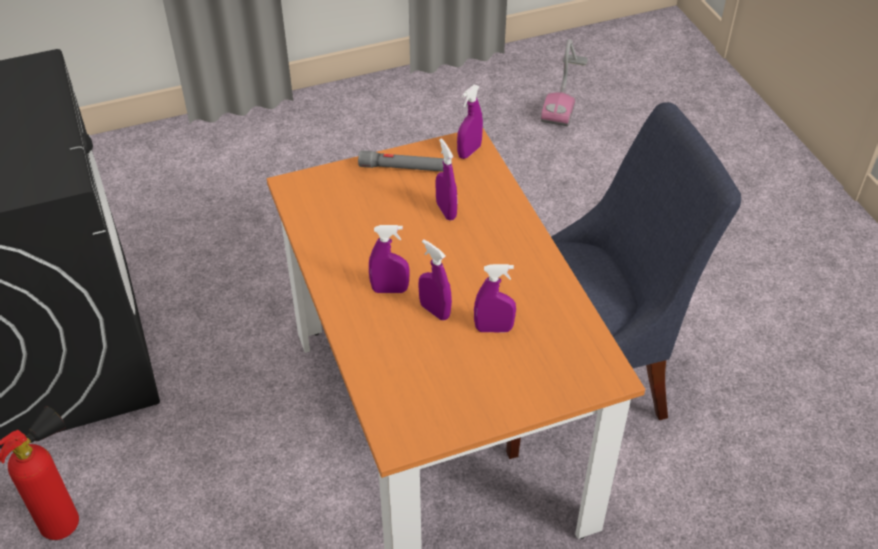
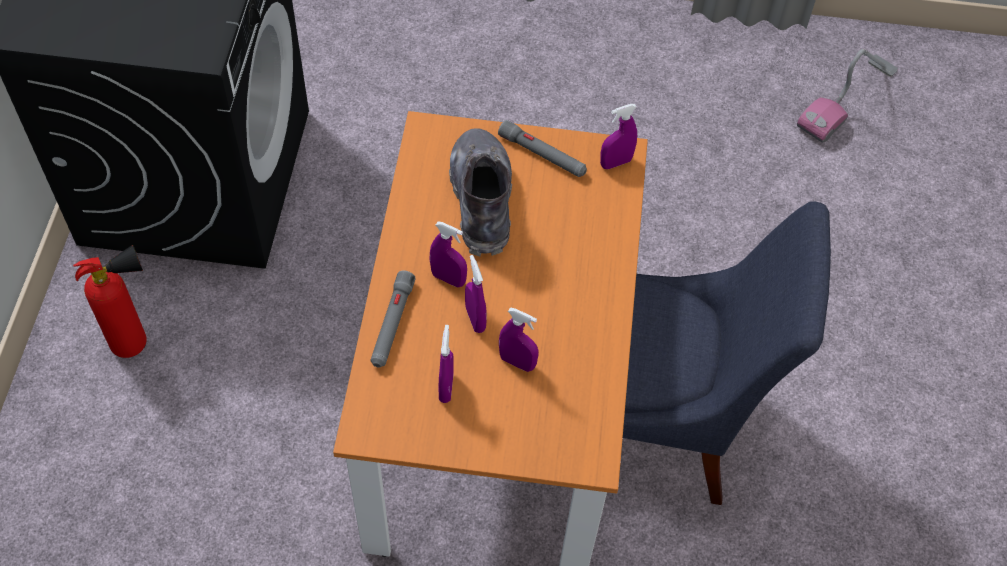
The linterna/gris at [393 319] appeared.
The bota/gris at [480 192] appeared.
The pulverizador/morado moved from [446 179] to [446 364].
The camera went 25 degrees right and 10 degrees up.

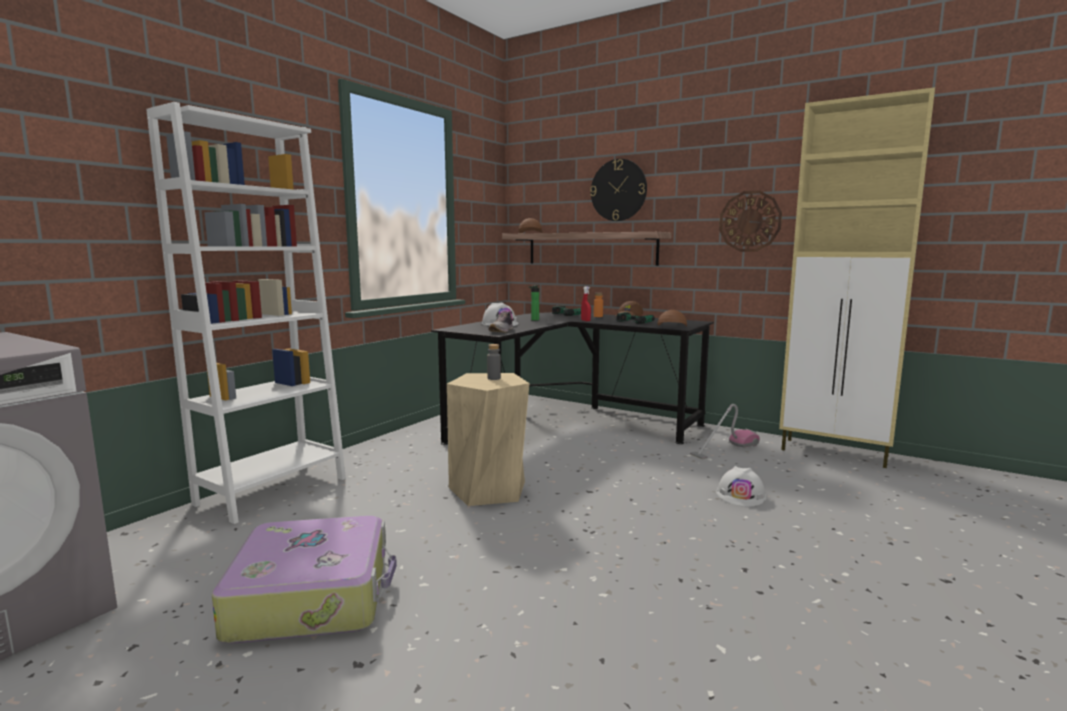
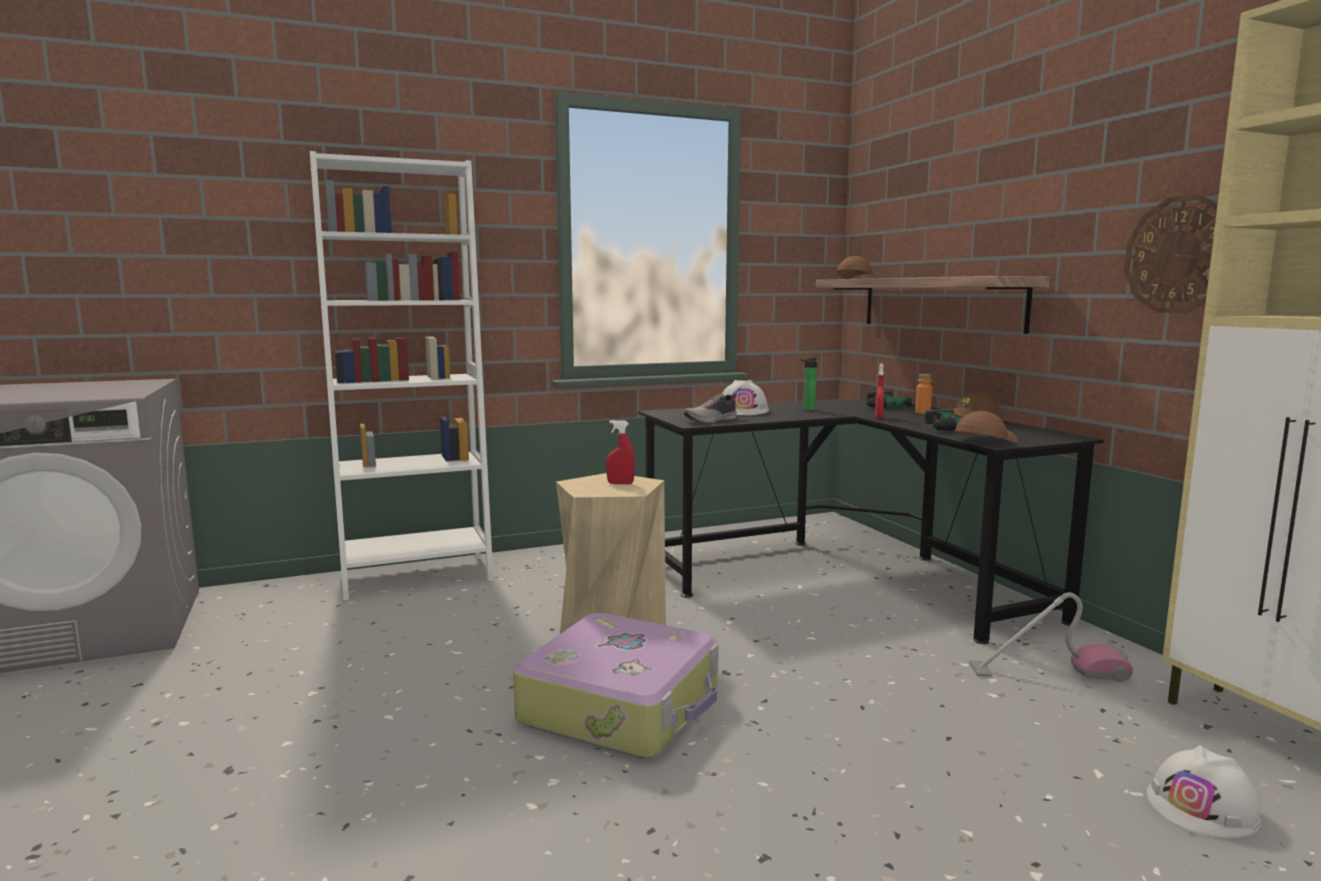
The reloj de pared at [618 190] disappeared.
The maleta moved from [304 580] to [616 685].
The casco/blanco moved from [741 486] to [1203 791].
The botella/gris at [494 362] was replaced by the pulverizador/rojo at [620 452].
The camera went 35 degrees right and 0 degrees up.

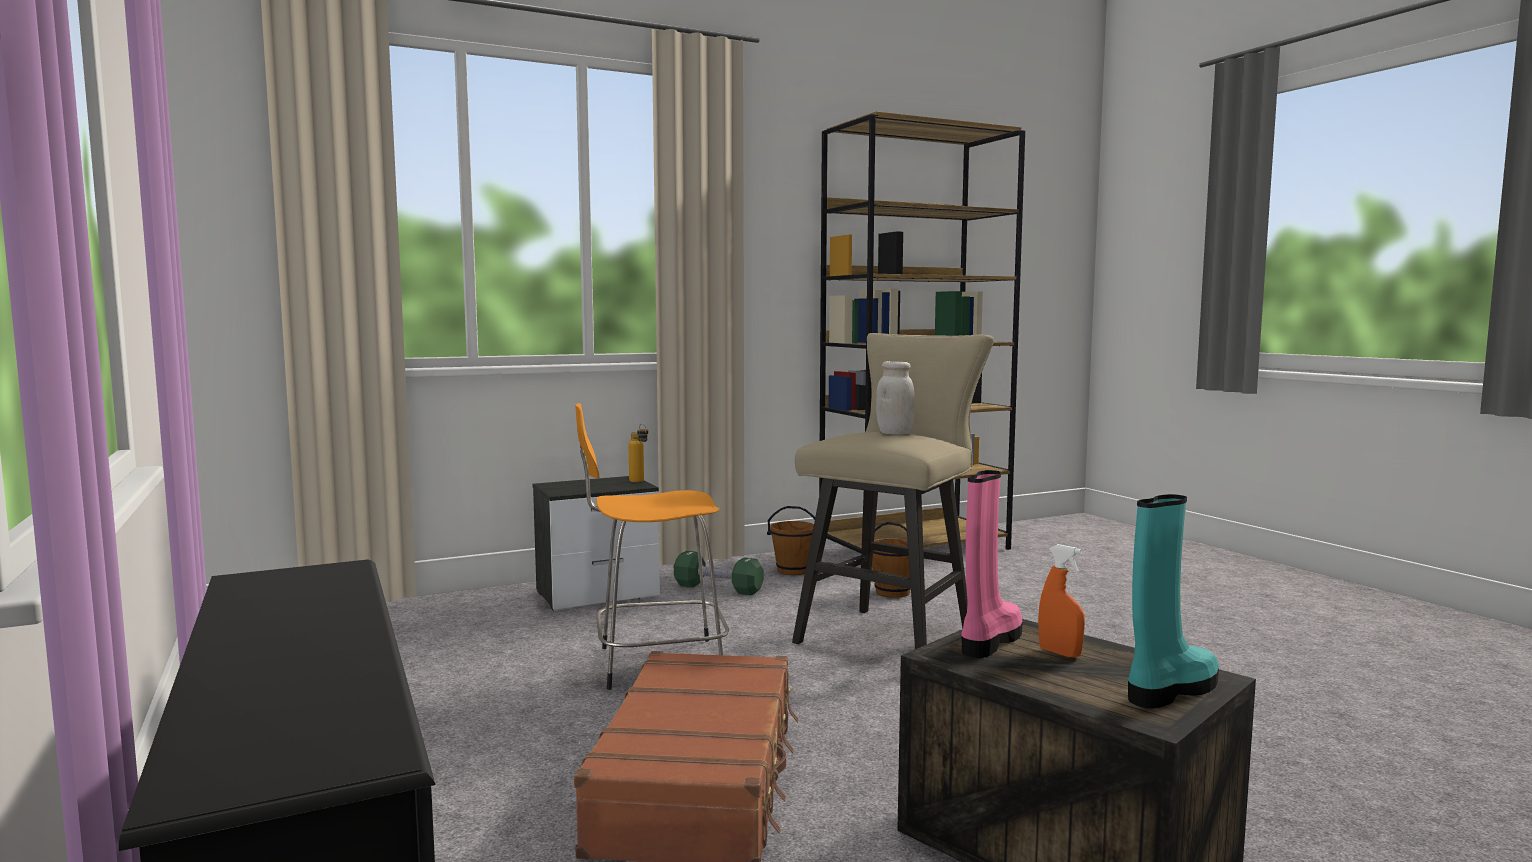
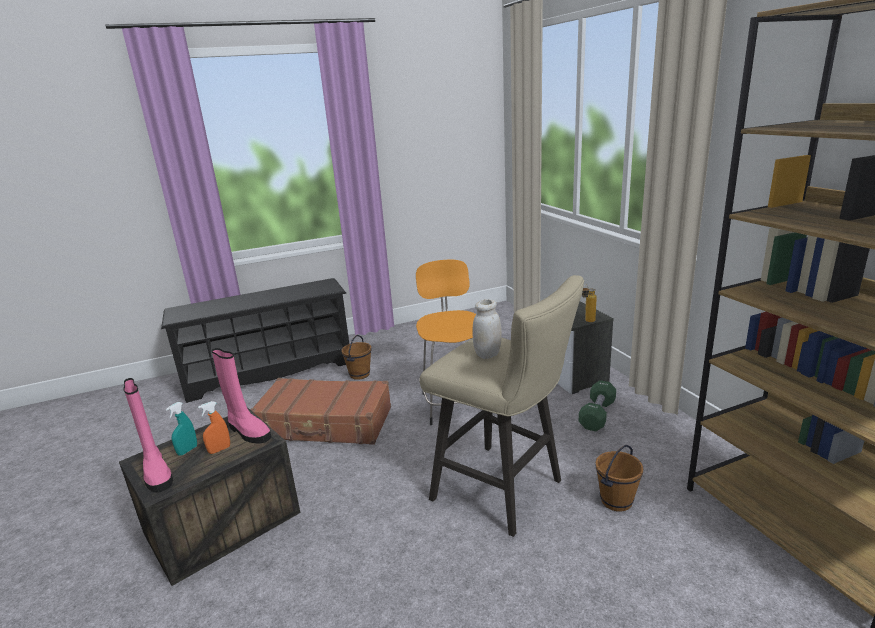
The pulverizador/turquesa at [181 429] appeared.
The cubo/marrón moved from [791 540] to [356 357].
The bota/turquesa at [1173 601] became the bota/rosa at [148 435].
The camera went 95 degrees right and 15 degrees up.

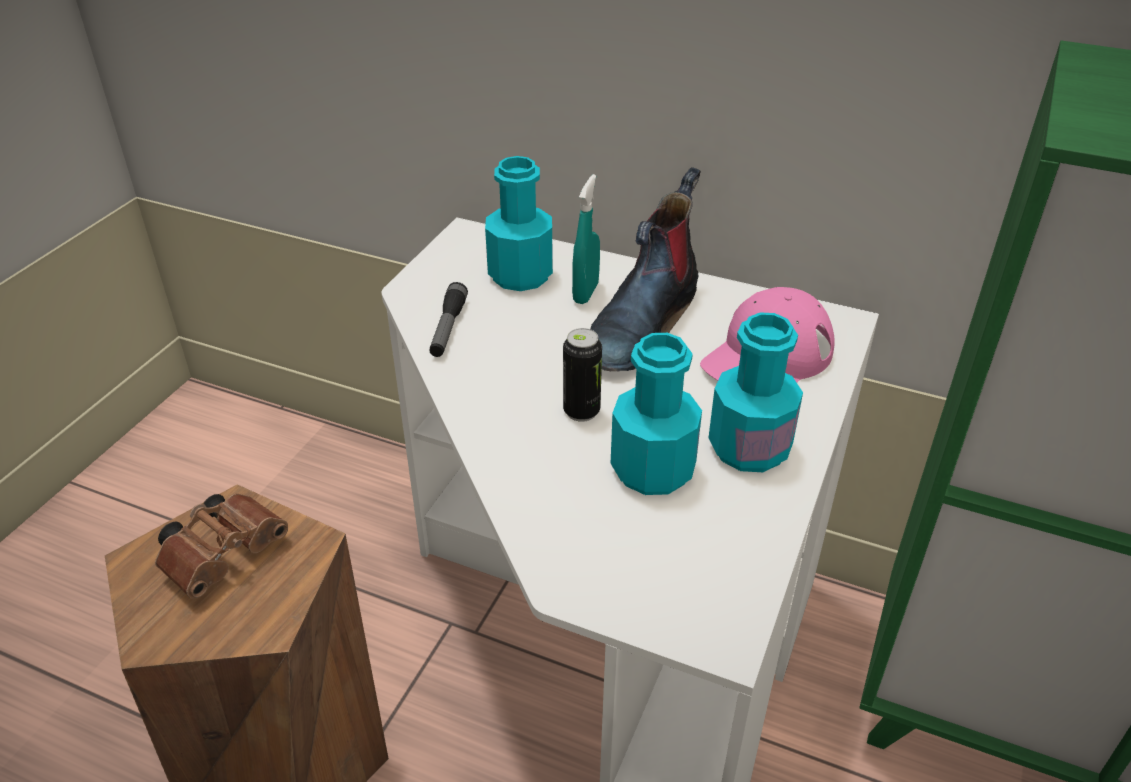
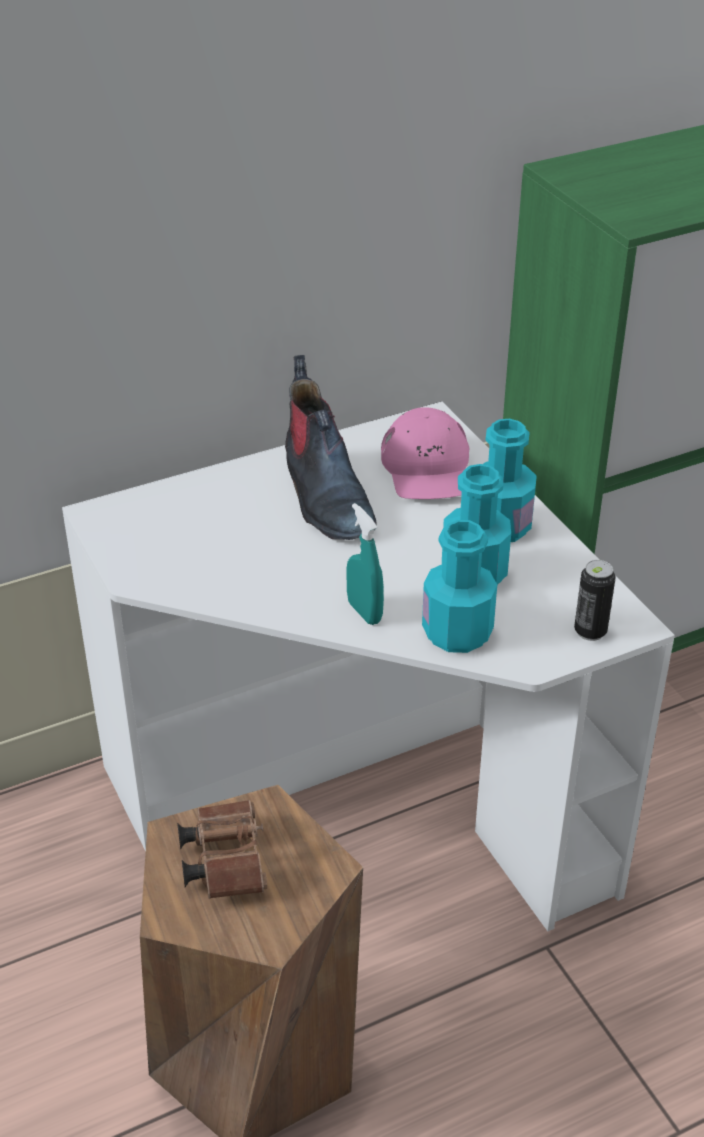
The linterna at [449 319] disappeared.
The botella/turquesa moved from [519 223] to [459 586].
The lata moved from [582 375] to [595 600].
The pulverizador/turquesa moved from [586 239] to [365 564].
The camera went 50 degrees left and 0 degrees up.

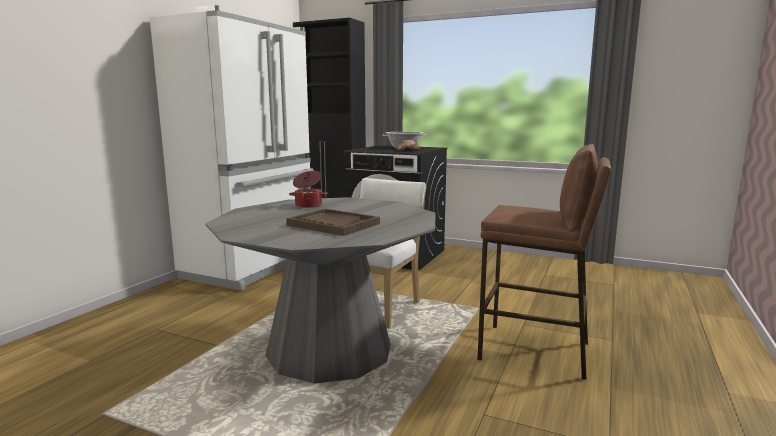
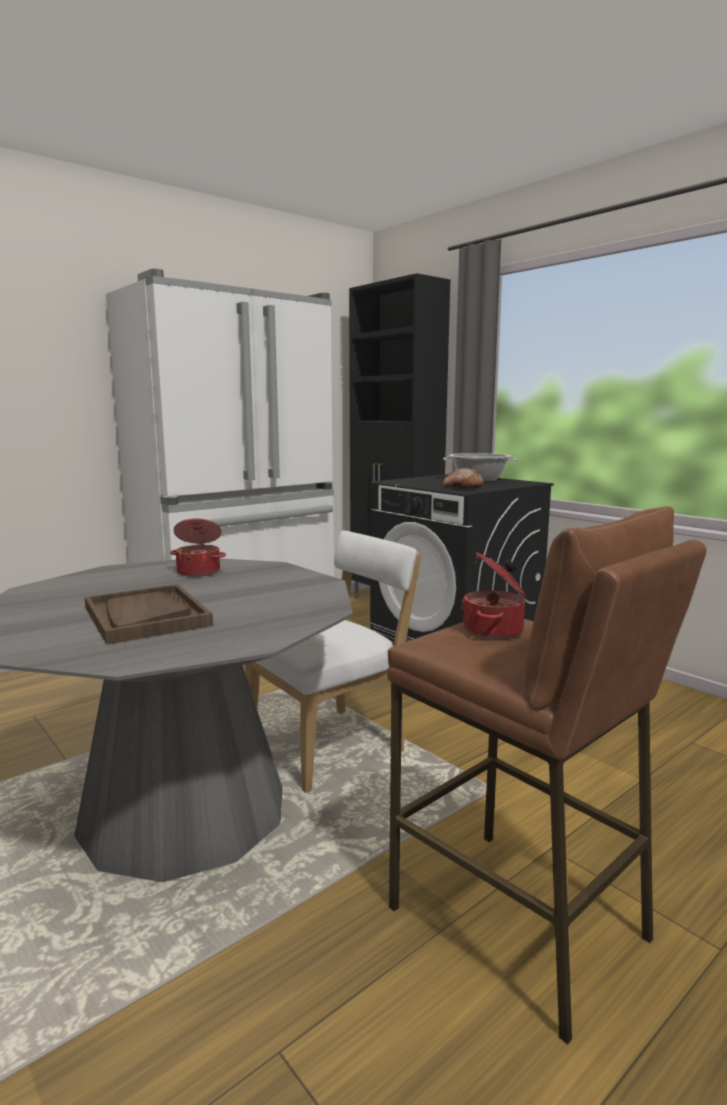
The olla at [493 595] appeared.
The camera went 25 degrees right and 0 degrees up.

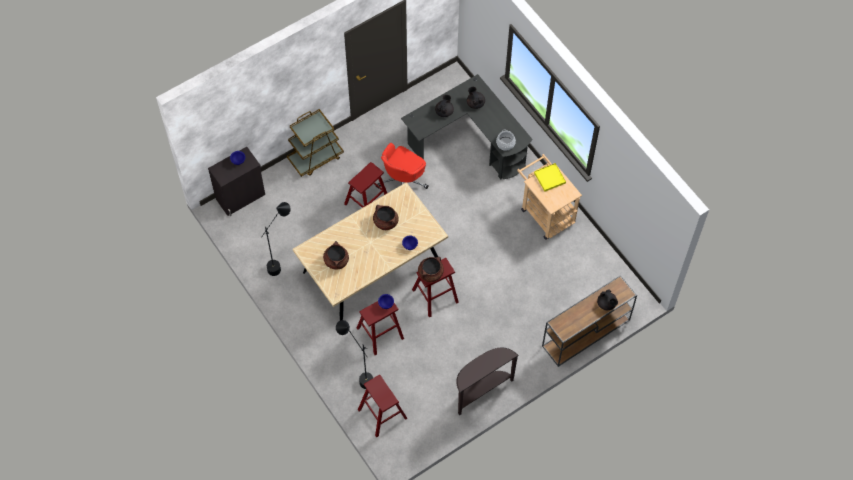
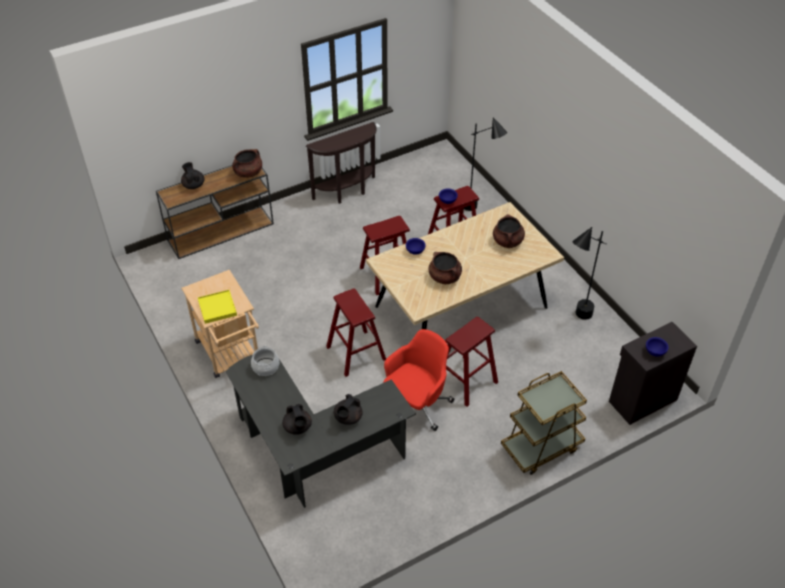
The taburete/rojo moved from [383 406] to [356 333].
The olla/marrón moved from [431 269] to [247 163].
The camera went 175 degrees left and 15 degrees down.

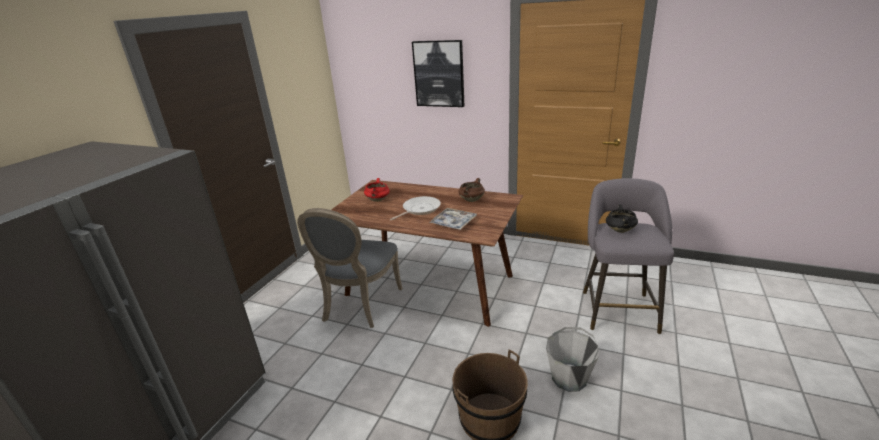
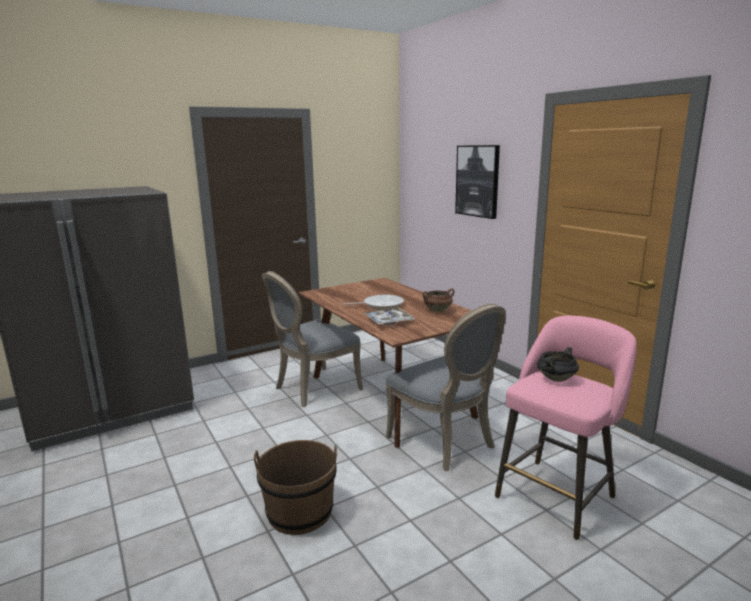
The olla/rojo at [377 190] disappeared.
The cubo/gris at [572 359] disappeared.
The silla/gris at [446 387] appeared.
The taburete/gris at [628 256] became the taburete/rosa at [566 428].
The camera went 35 degrees right and 10 degrees down.

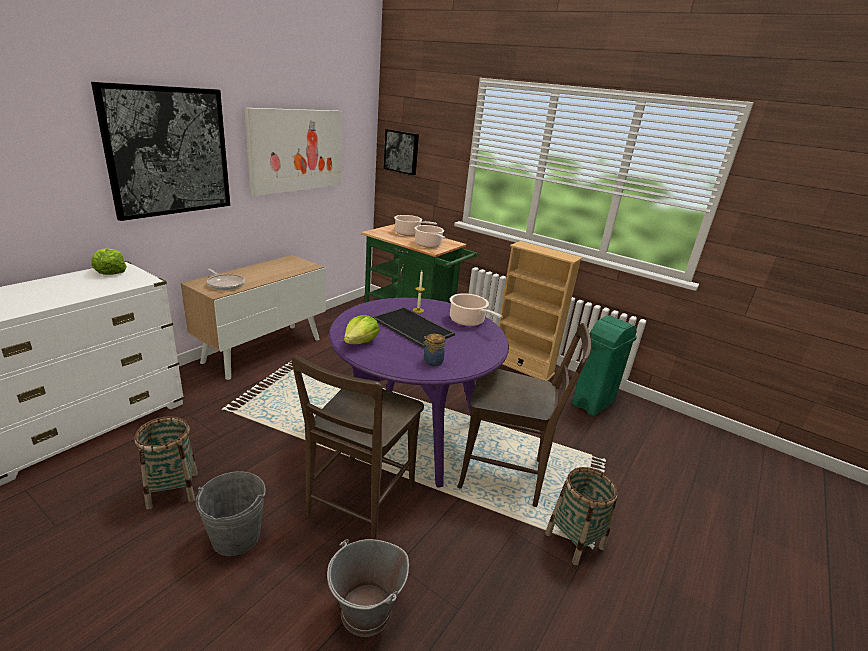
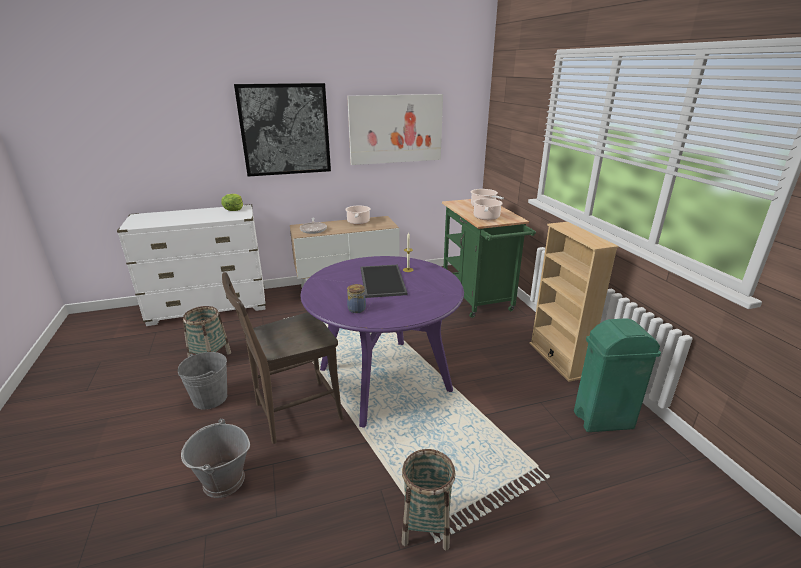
The lechuga at [361 329] disappeared.
The cuadro at [401 152] disappeared.
The silla/marrón at [524 415] disappeared.
The olla moved from [476 309] to [358 215].
The camera went 40 degrees right and 0 degrees up.

